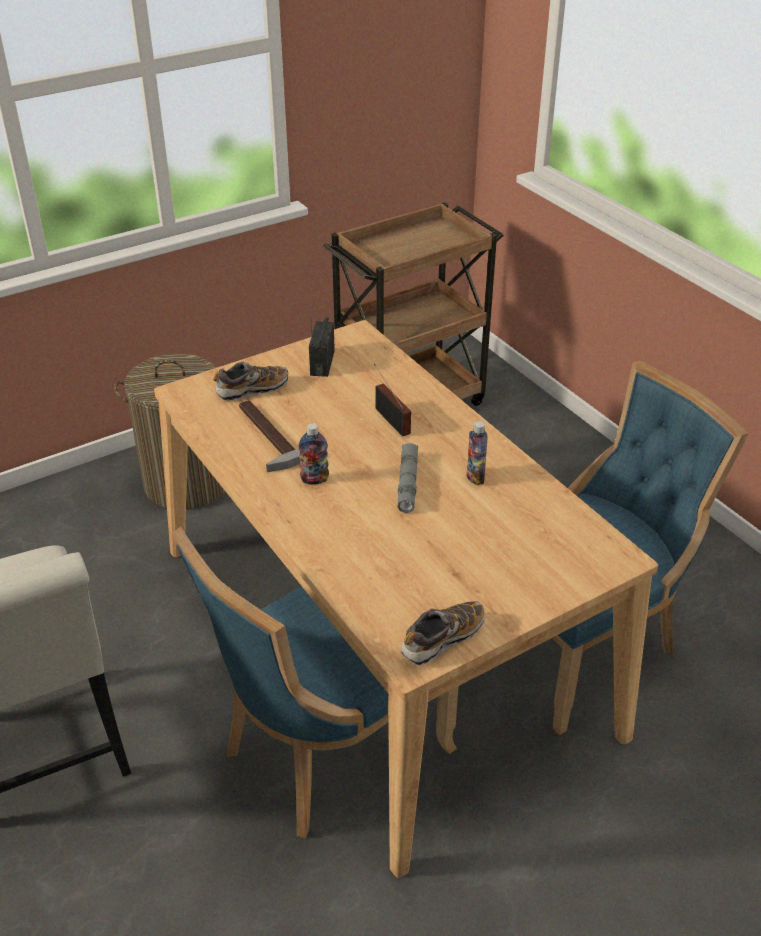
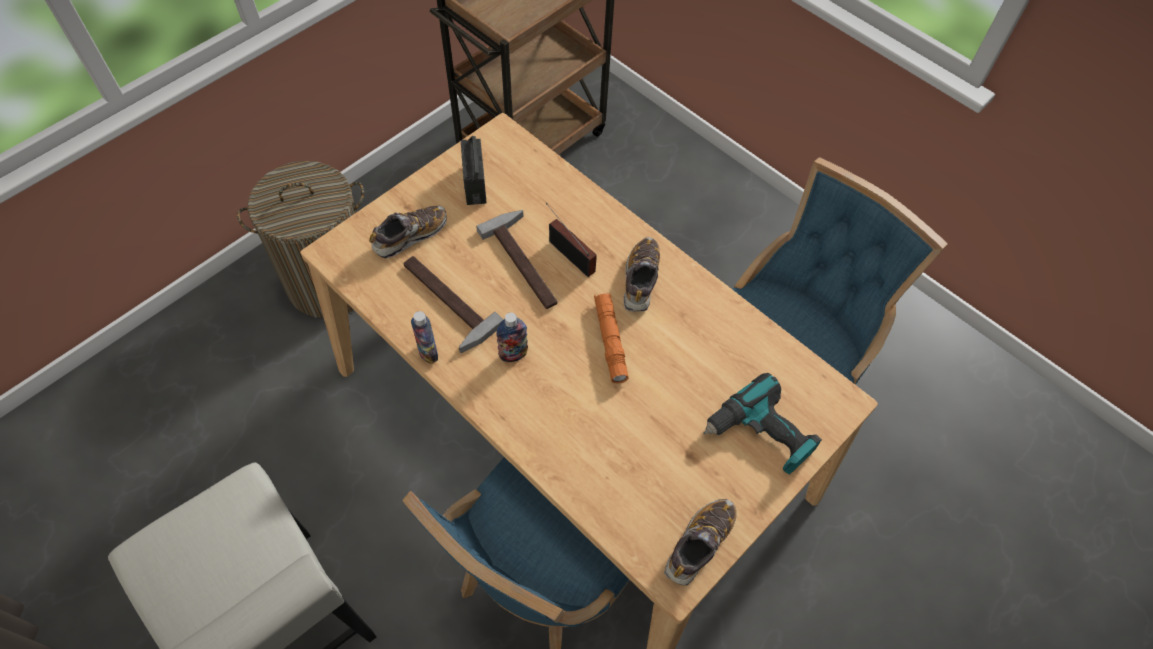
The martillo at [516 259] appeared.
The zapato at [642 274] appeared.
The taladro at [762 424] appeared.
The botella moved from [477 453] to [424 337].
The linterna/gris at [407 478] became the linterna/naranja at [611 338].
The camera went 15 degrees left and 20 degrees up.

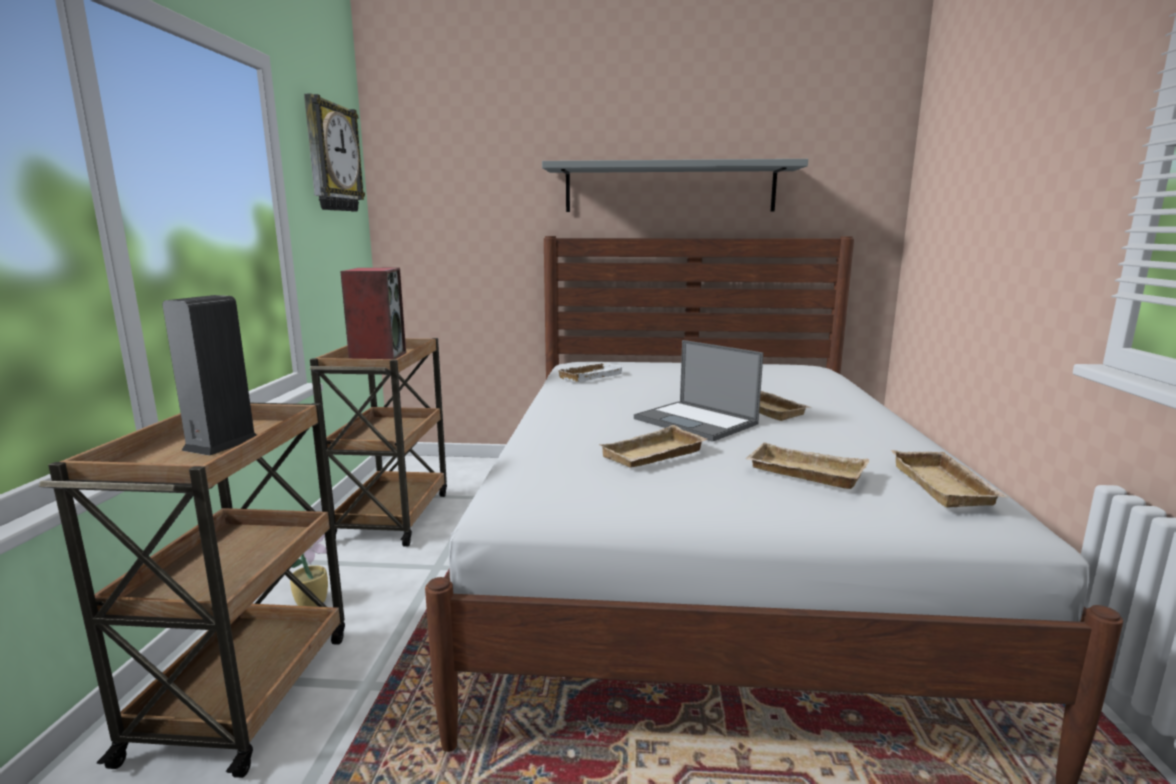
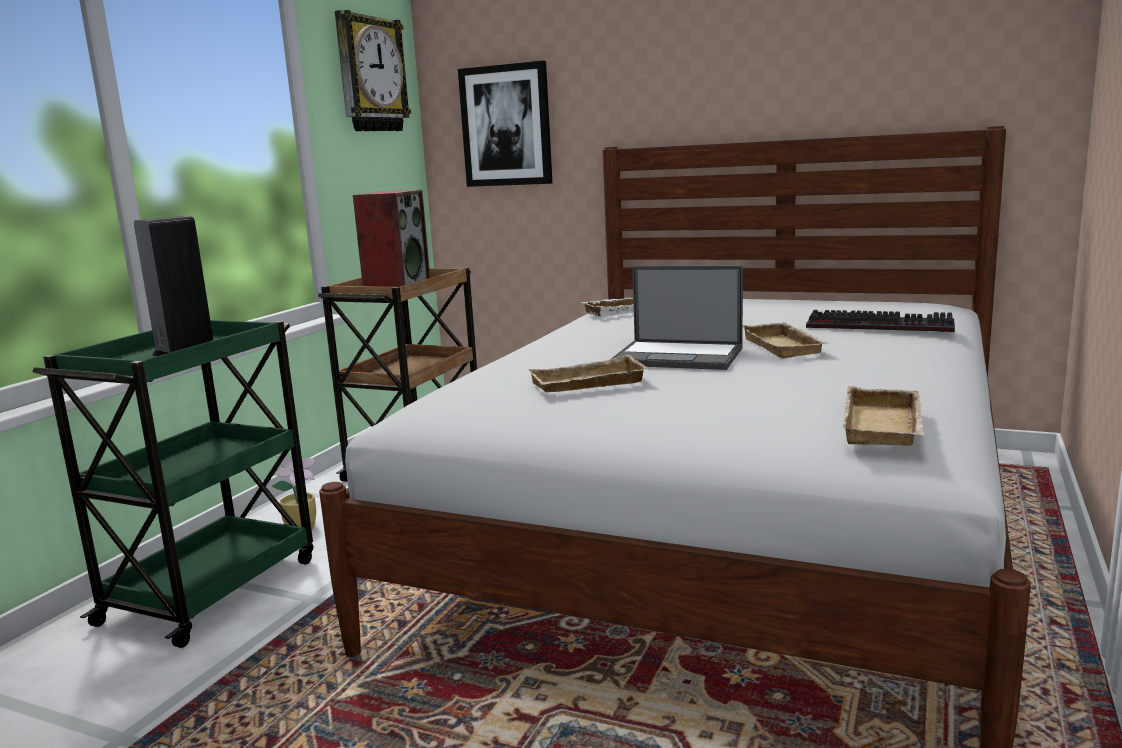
The estante/gris at [675 185] disappeared.
The bandeja/beis at [807 465] disappeared.
The cuadro at [505 124] appeared.
The teclado at [880 321] appeared.
The carrito/marrón at [192 590] became the carrito/verde at [173 484].
The portátil at [698 391] turned 45 degrees counterclockwise.
The camera went 20 degrees right and 0 degrees up.

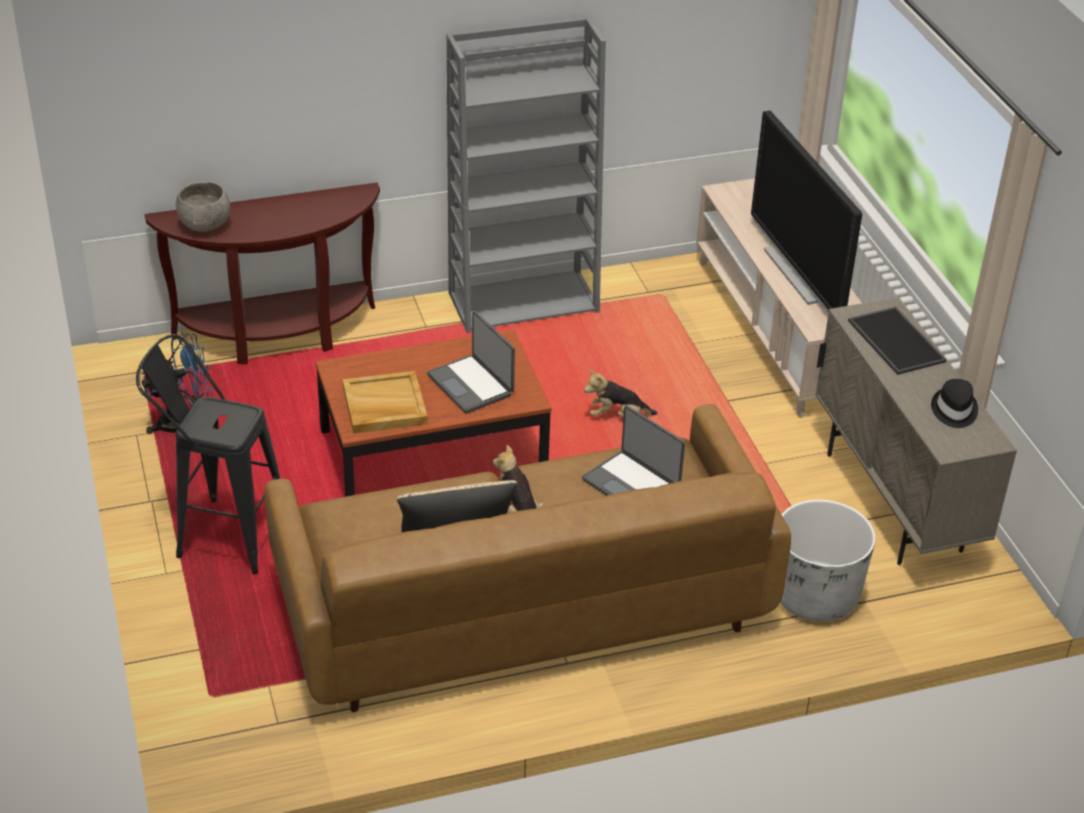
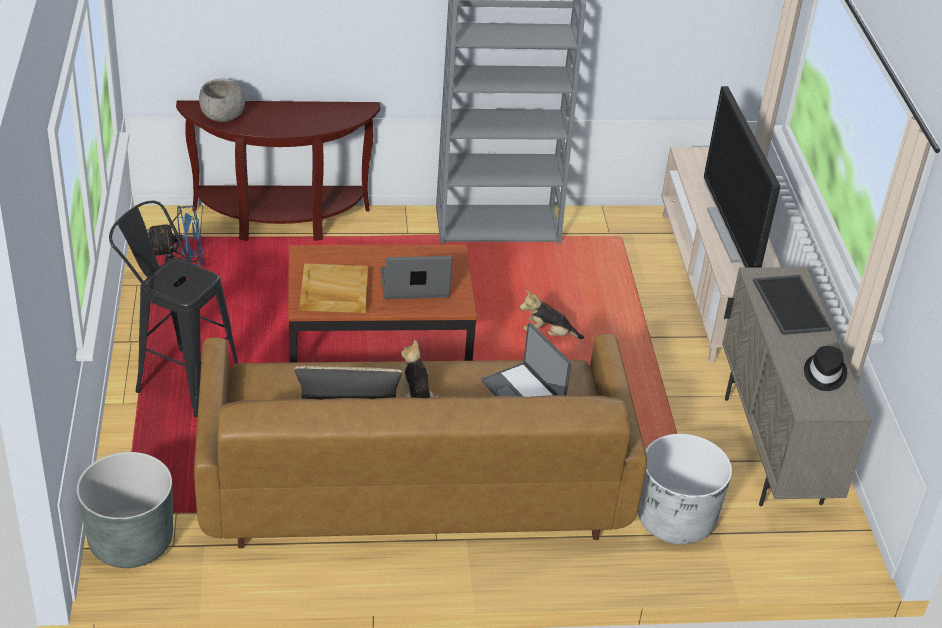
The maceta/gris at [125 510] appeared.
The portátil at [471 362] turned 105 degrees clockwise.
The camera went 10 degrees right and 0 degrees up.

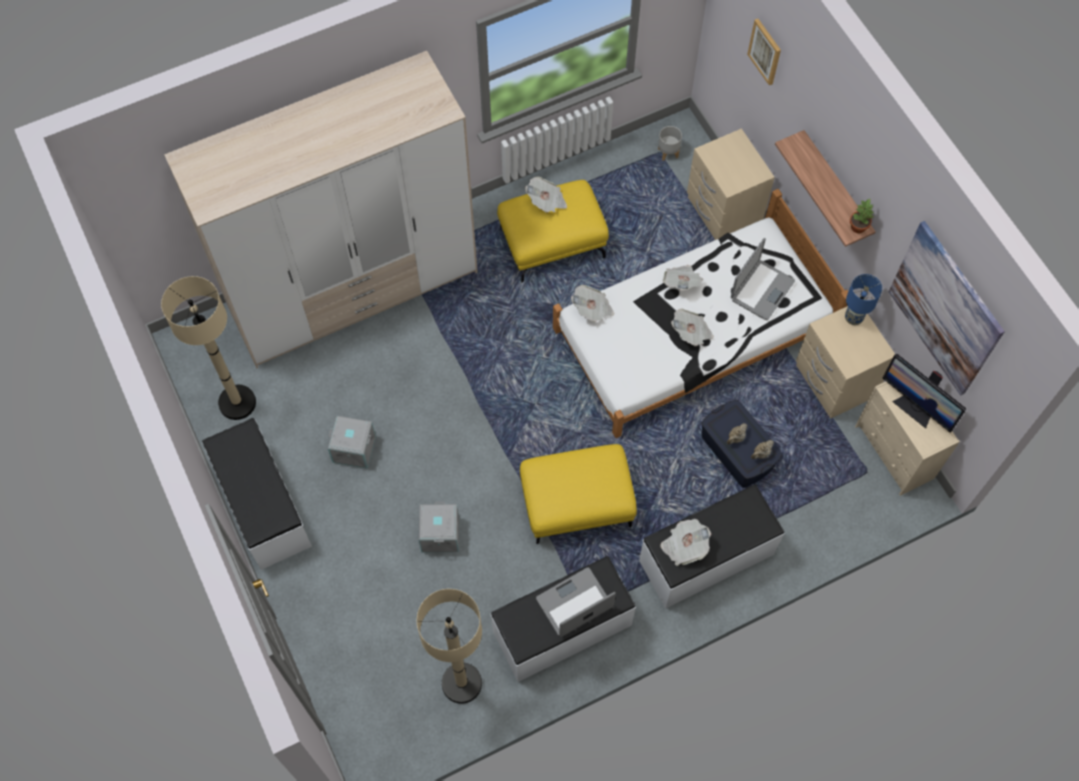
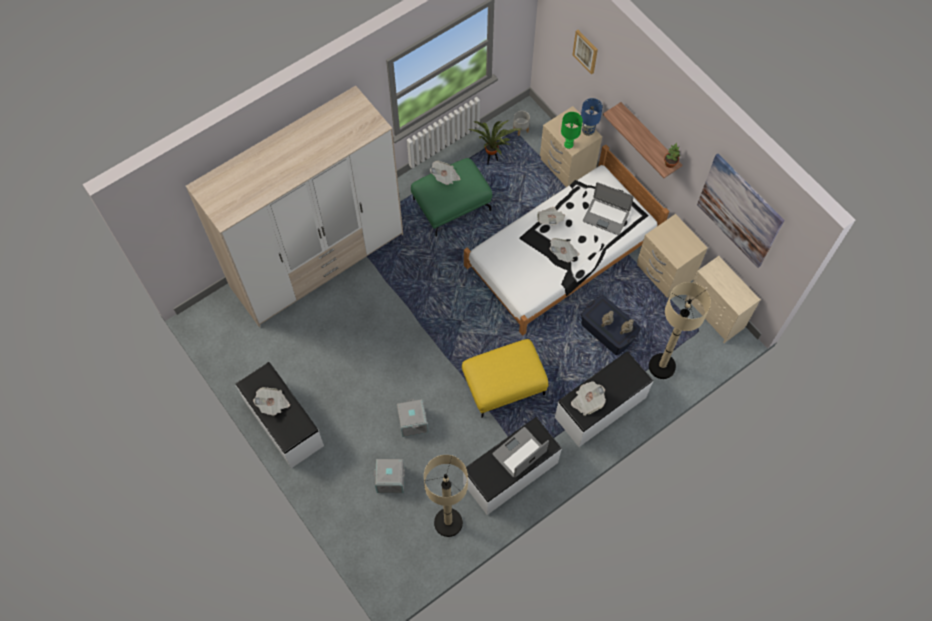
The monitor at [924 393] disappeared.
The planta en maceta at [494 142] appeared.
The lámpara de mesa/verde at [572 130] appeared.
The lámpara de pie/beis moved from [208 348] to [680 330].
The caja de almacenaje/gris moved from [352 442] to [389 476].
The periódico moved from [592 303] to [271 401].
The lámpara de mesa/azul moved from [863 299] to [592 117].
The puf/amarillo at [553 231] became the puf/verde at [451 197].
The portátil at [763 279] turned 90 degrees clockwise.
The camera went 10 degrees left and 0 degrees up.

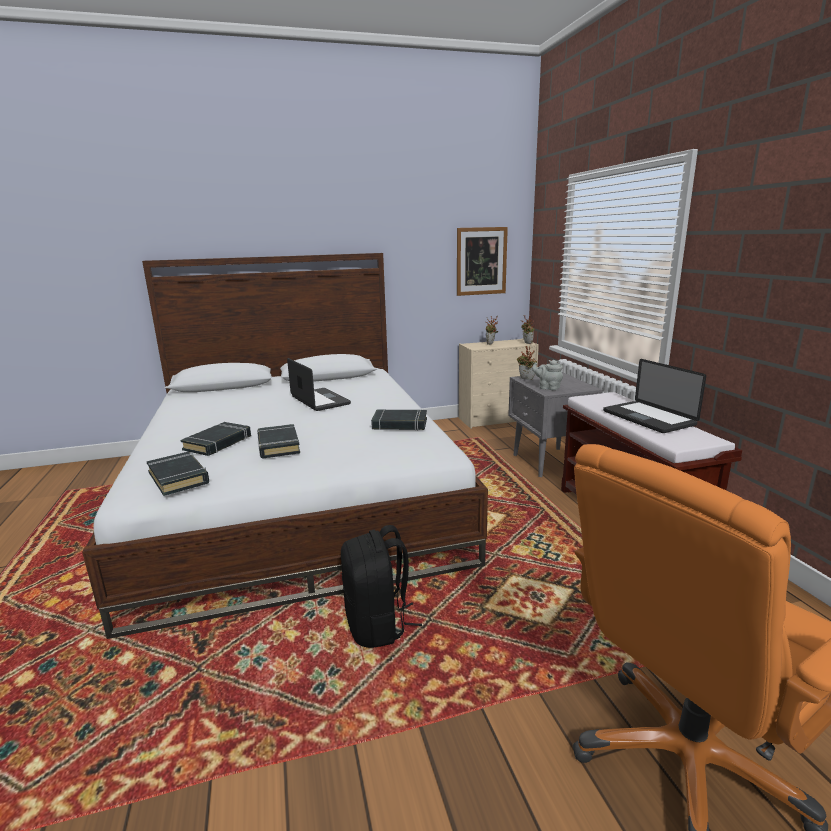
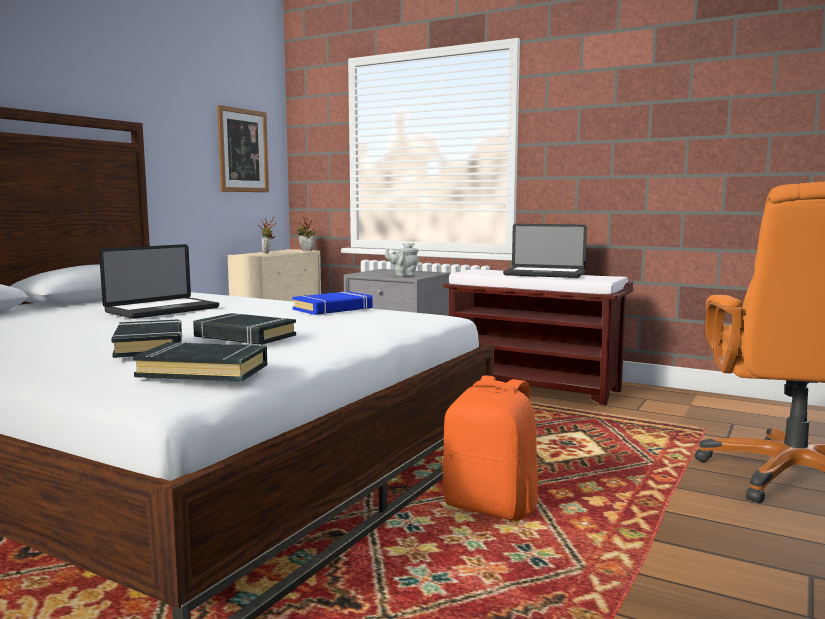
The planta en maceta at [527 363] disappeared.
The mochila/negro at [381 586] became the mochila/naranja at [490 448].
The libro/negro at [399 420] became the libro/azul at [332 303].
The portátil at [319 384] turned 120 degrees clockwise.
The camera went 45 degrees left and 10 degrees down.

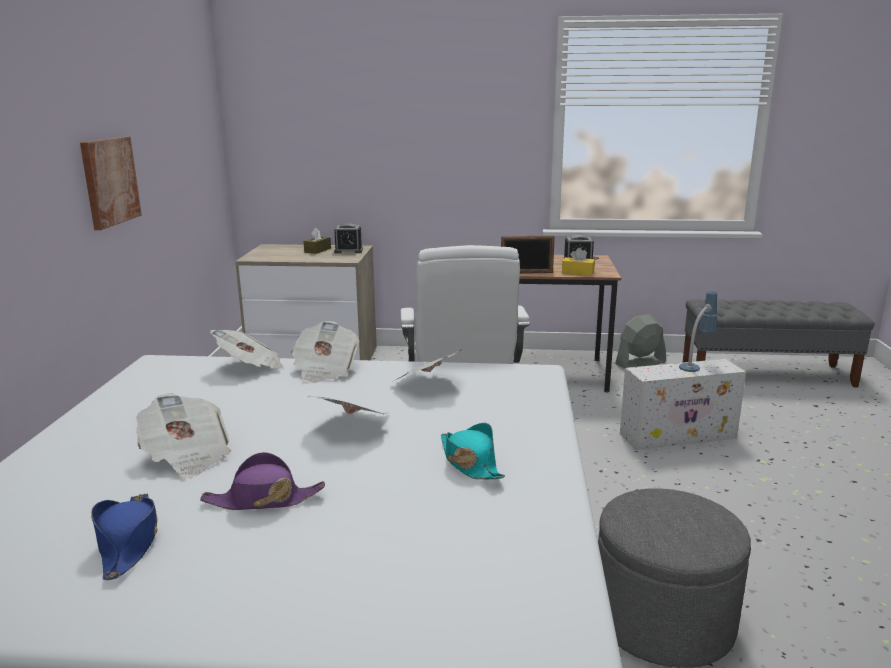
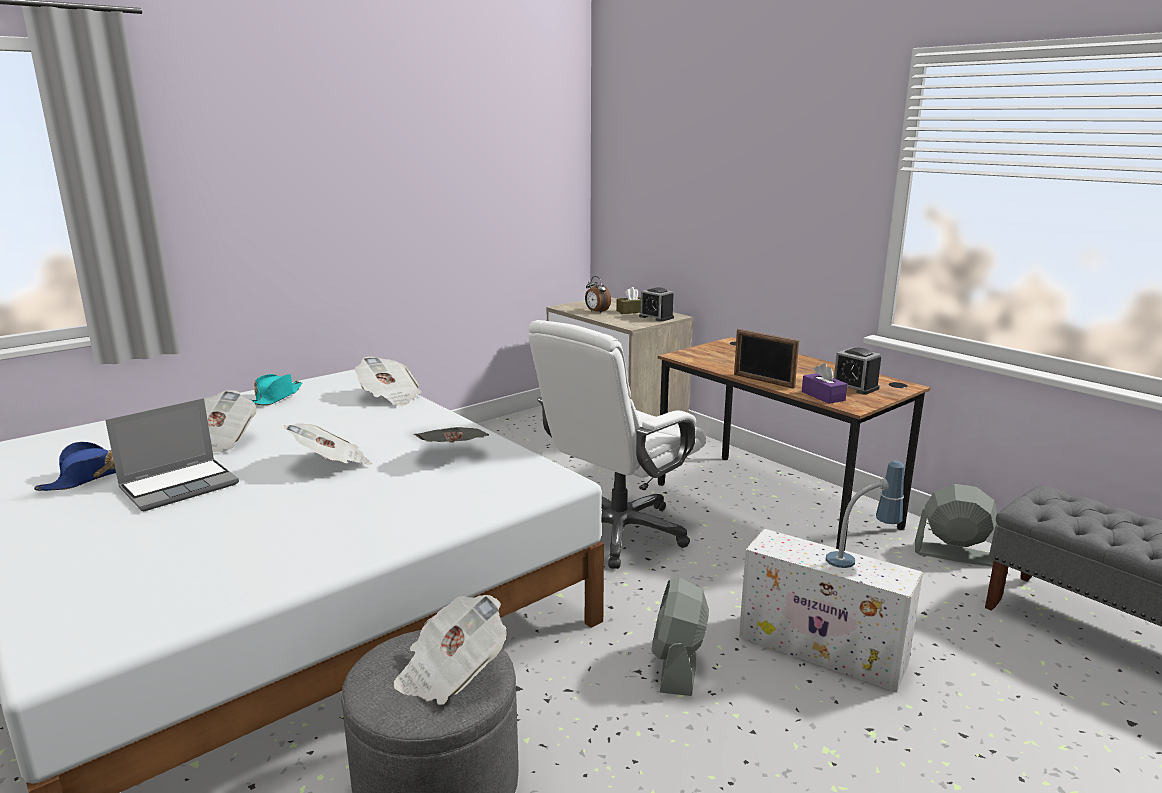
The cuadro at [111 183] disappeared.
The despertador at [598 294] appeared.
The ventilador/gris at [680 636] appeared.
The periódico moved from [325 352] to [450 650].
The sombrero/turquesa moved from [473 451] to [275 389].
The sombrero/morado at [262 481] was replaced by the portátil at [172 454].
The caja de pañuelos/amarillo at [578 262] became the caja de pañuelos/morado at [824 383].
The camera went 45 degrees right and 0 degrees up.

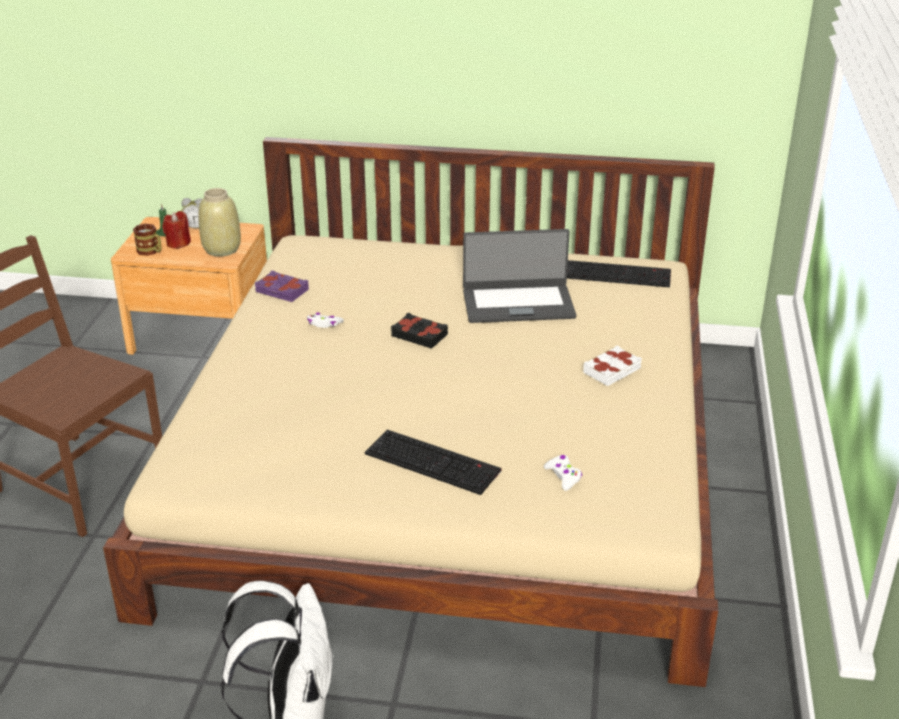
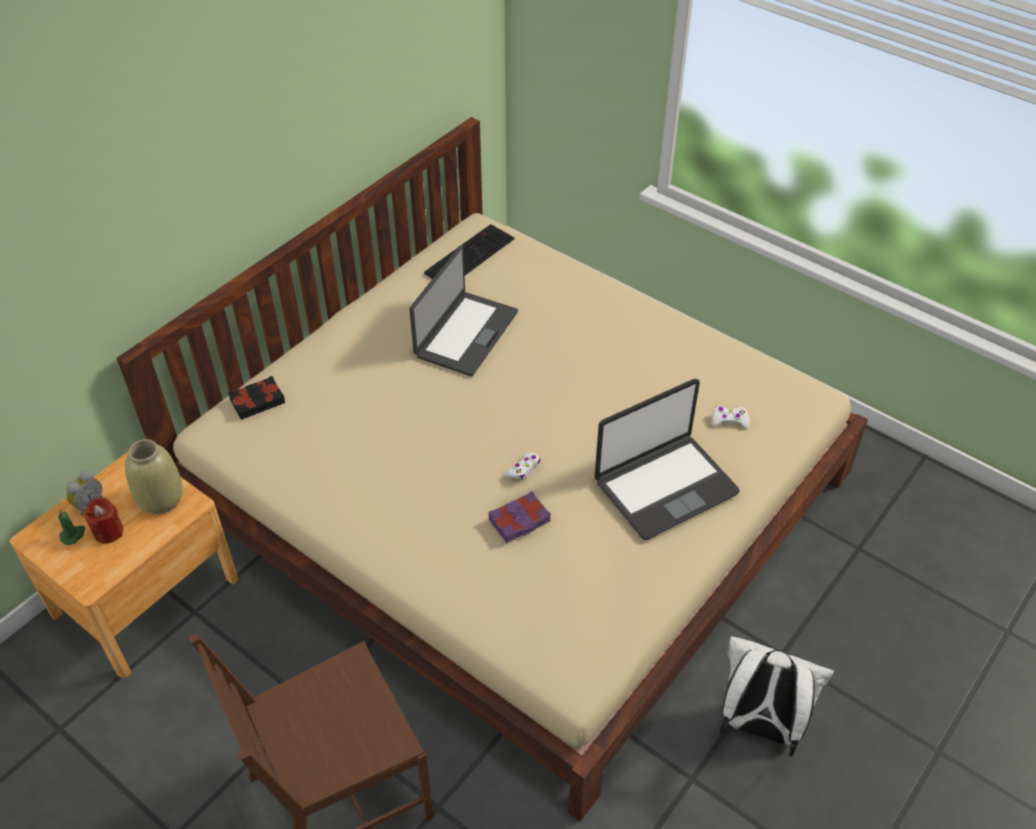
The taza grande at [147 240] disappeared.
The libro/blanco at [612 365] disappeared.
The libro/morado moved from [282 286] to [520 517].
The mando de consola/blanco moved from [325 320] to [522 465].
The libro/negro moved from [419 330] to [256 398].
The teclado at [433 462] was replaced by the portátil at [667 459].
The camera went 60 degrees left and 15 degrees up.

